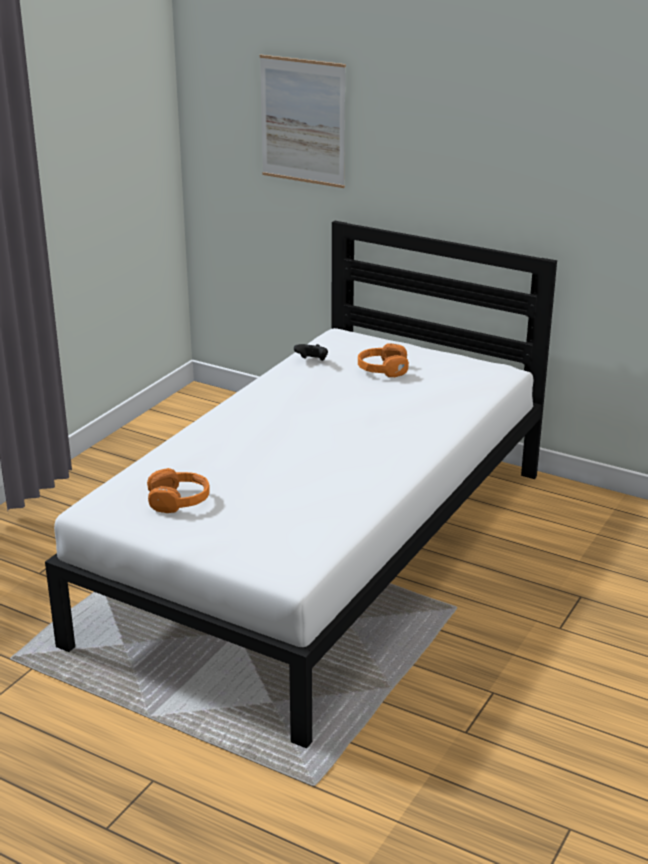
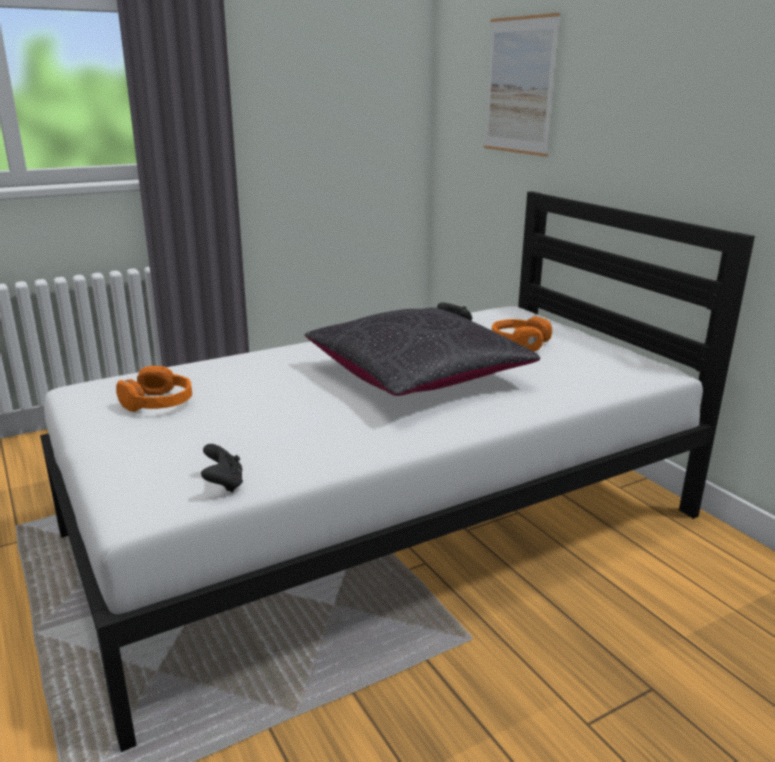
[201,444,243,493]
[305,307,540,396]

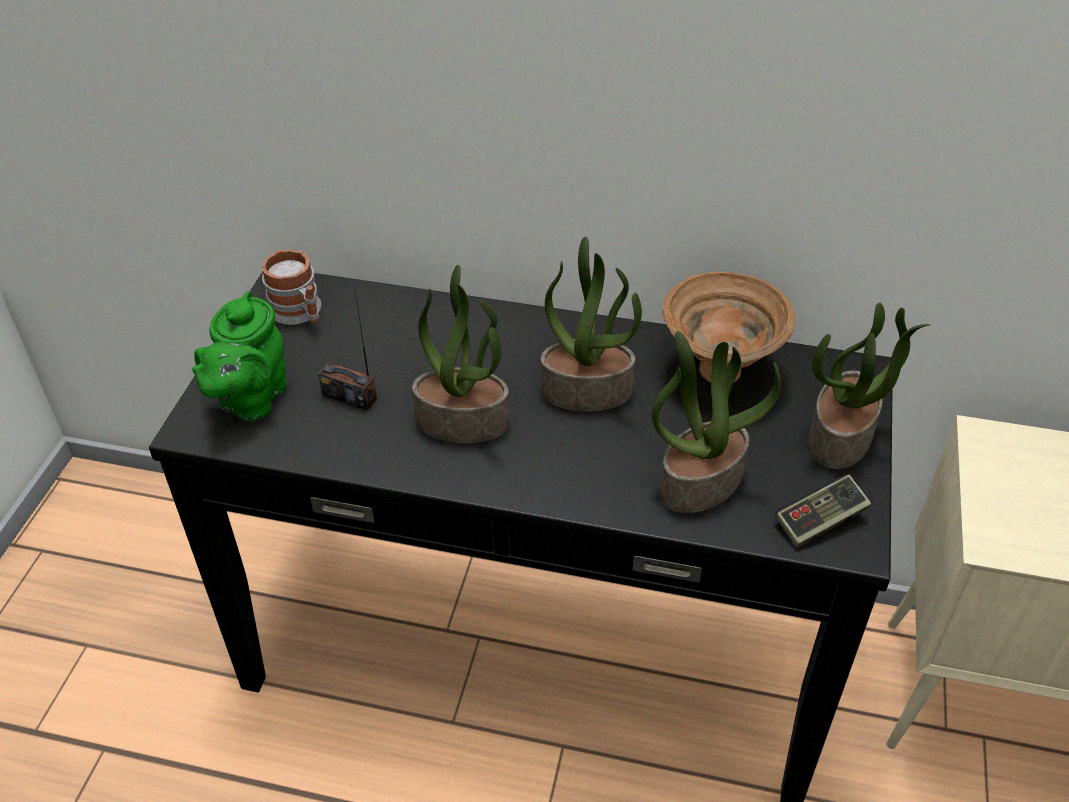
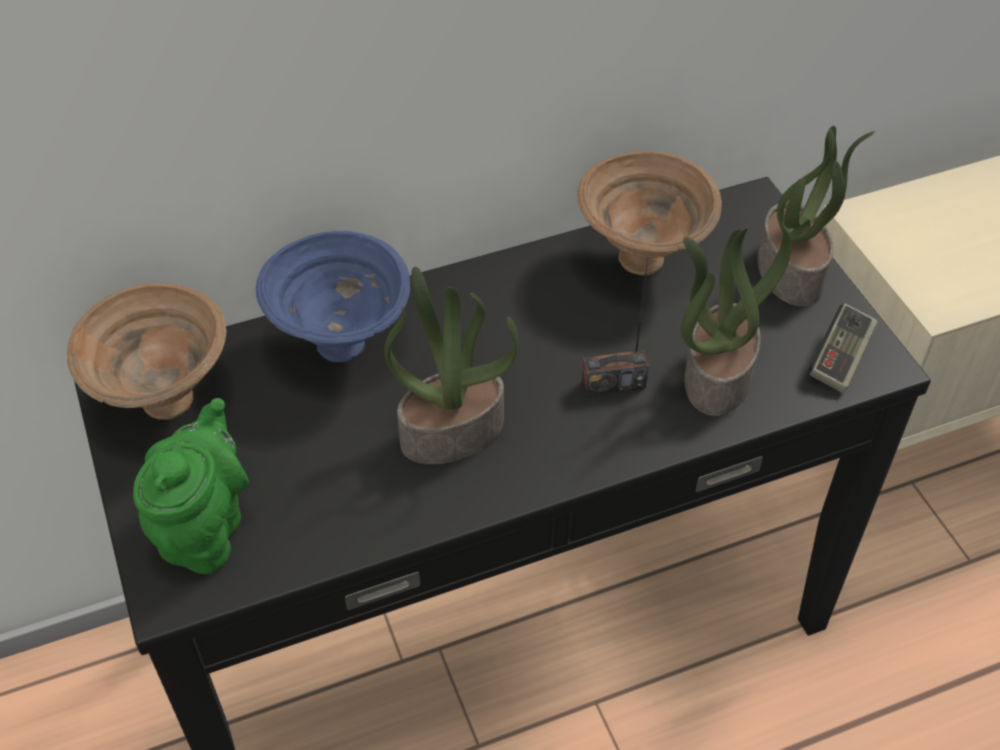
[133,398,249,574]
[67,283,226,420]
[582,259,649,396]
[540,236,642,412] (first image)
[256,231,410,362]

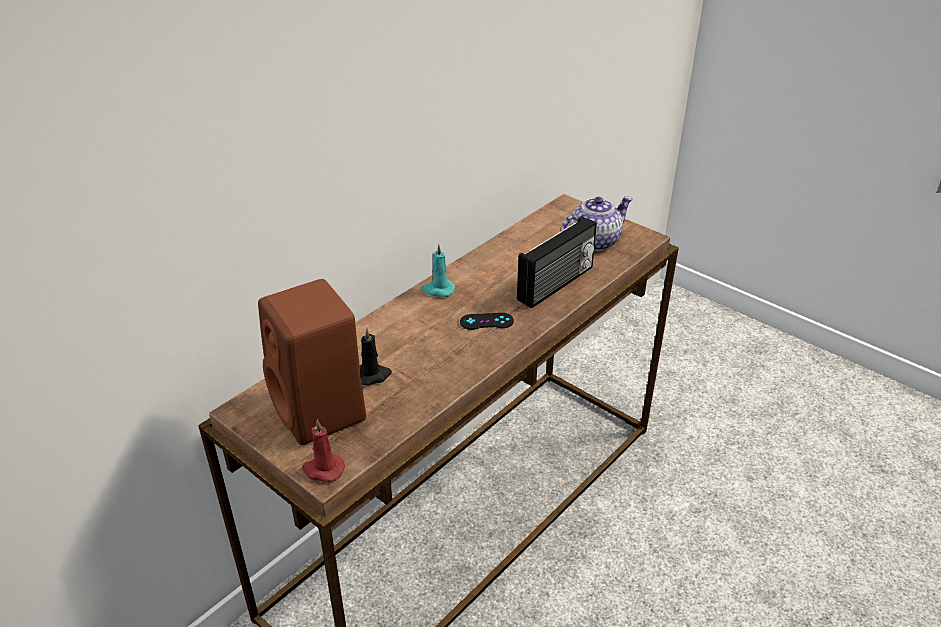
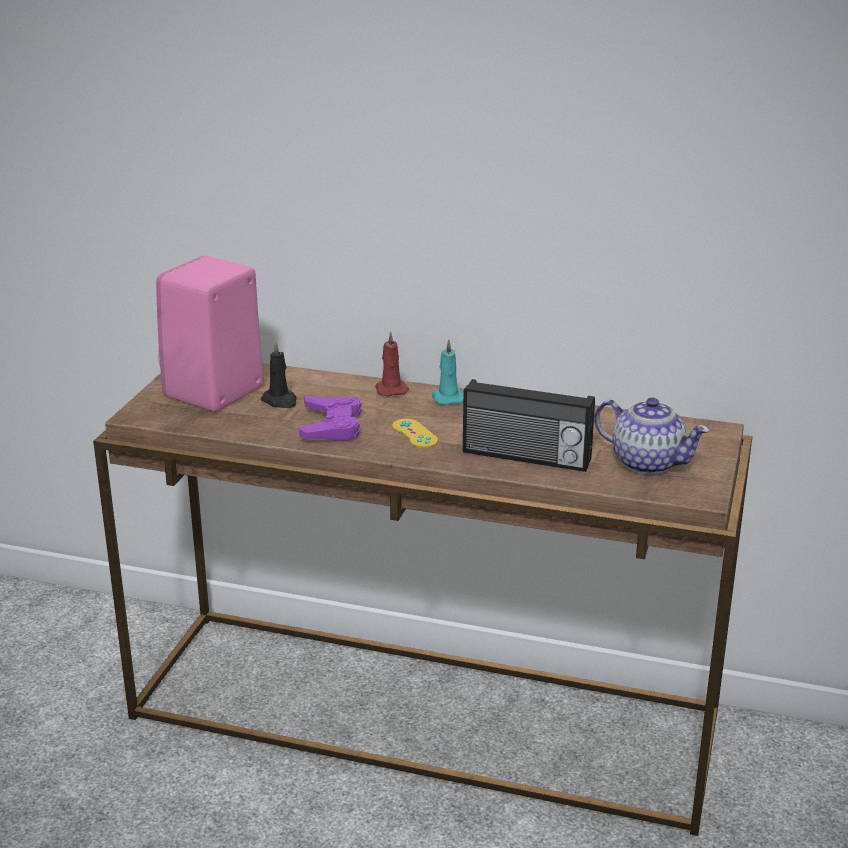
[156,255,264,412]
[375,331,409,397]
[392,419,438,448]
[299,395,361,441]

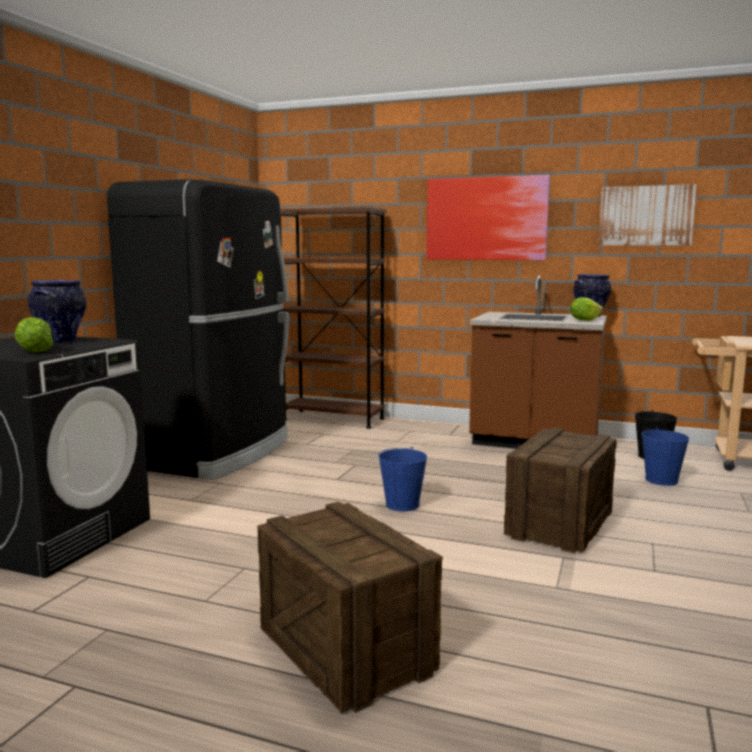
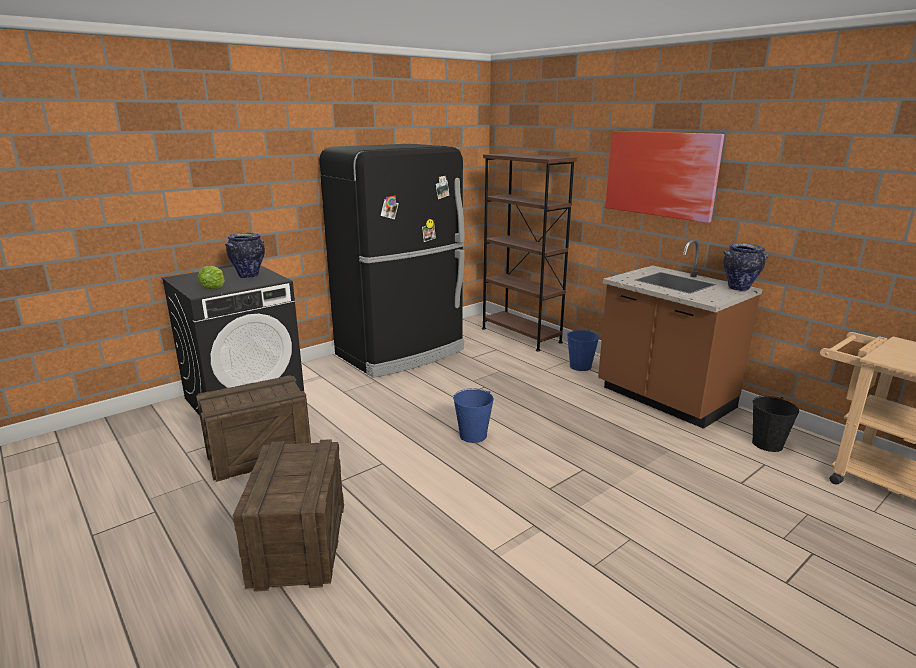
[196,375,311,482]
[570,297,603,321] (first image)
[598,184,697,245] (first image)
[567,330,599,371]

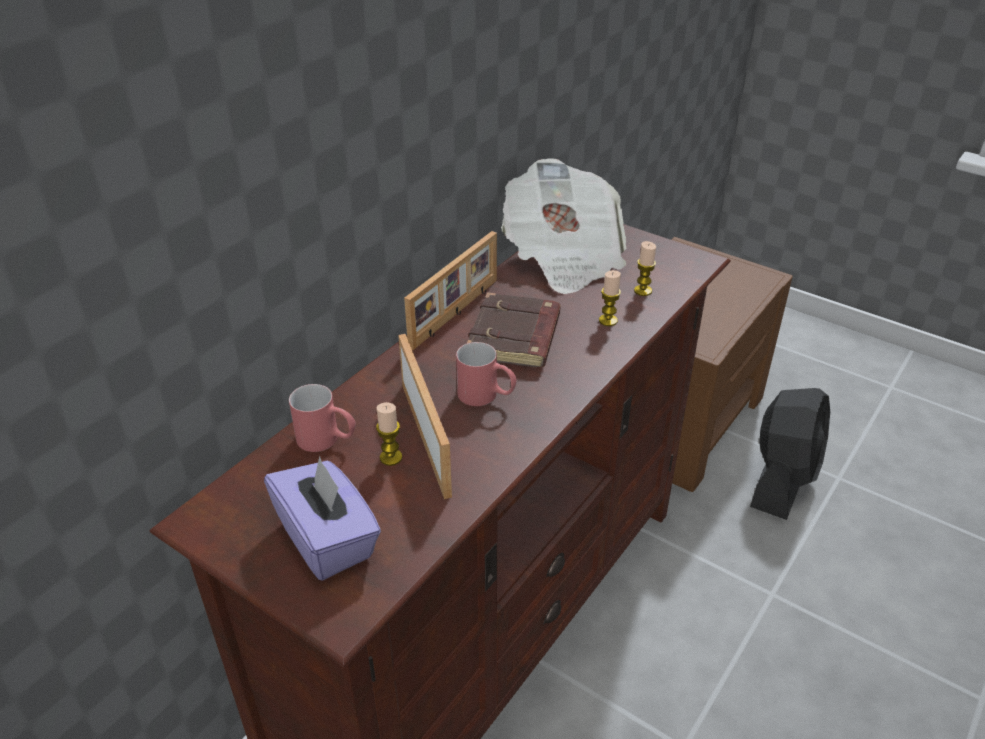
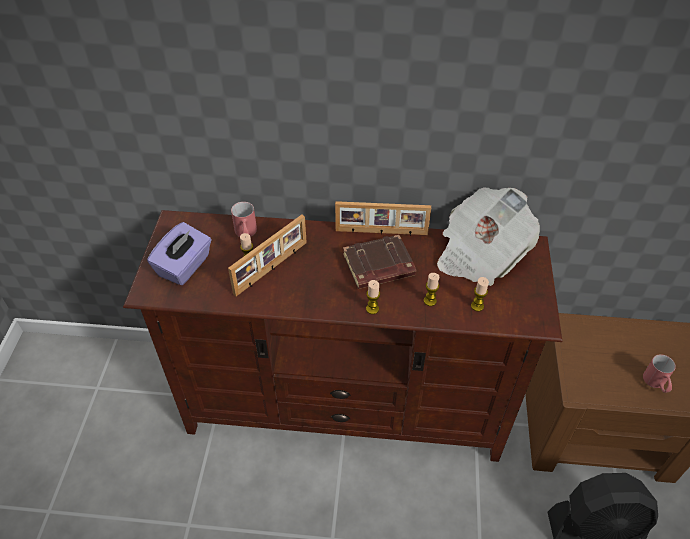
[643,354,676,393]
[366,280,380,314]

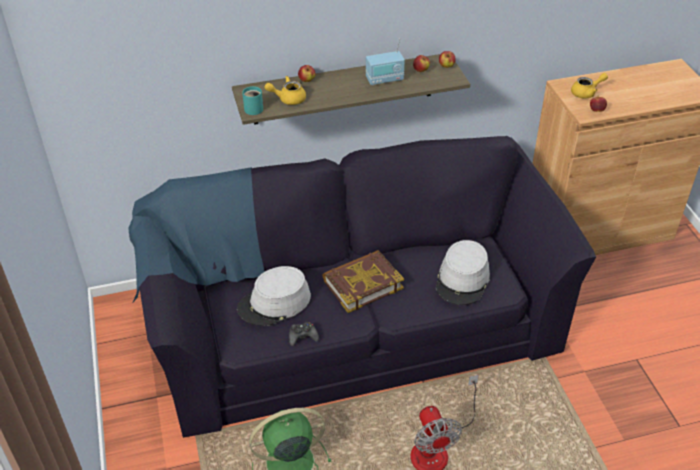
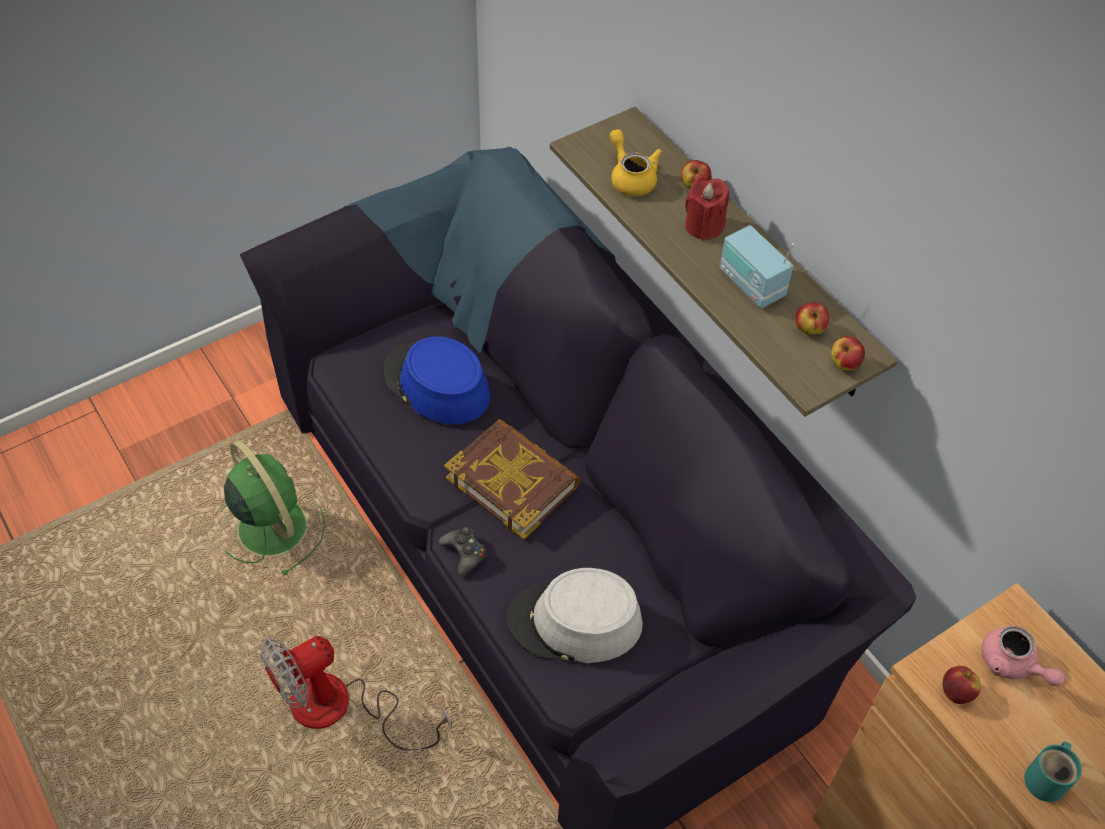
[383,336,490,425]
[1024,741,1082,802]
[439,527,487,576]
[982,626,1065,687]
[685,178,729,241]

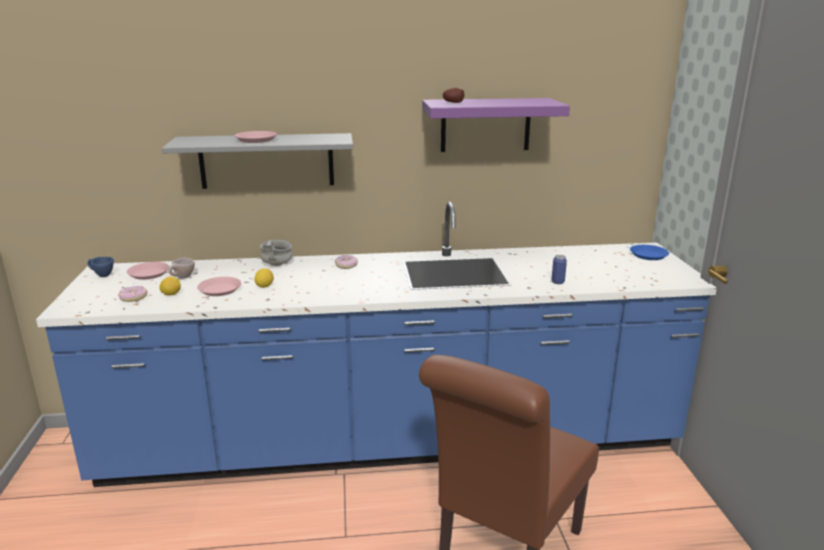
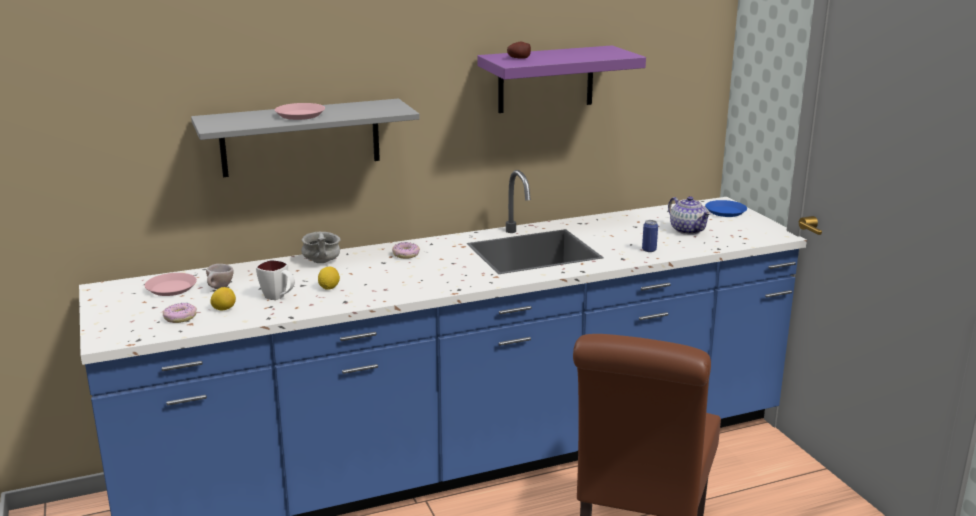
[88,257,114,277] (first image)
[256,260,295,300]
[668,196,711,235]

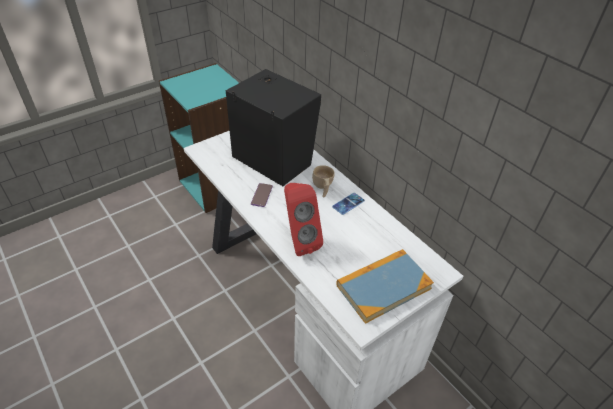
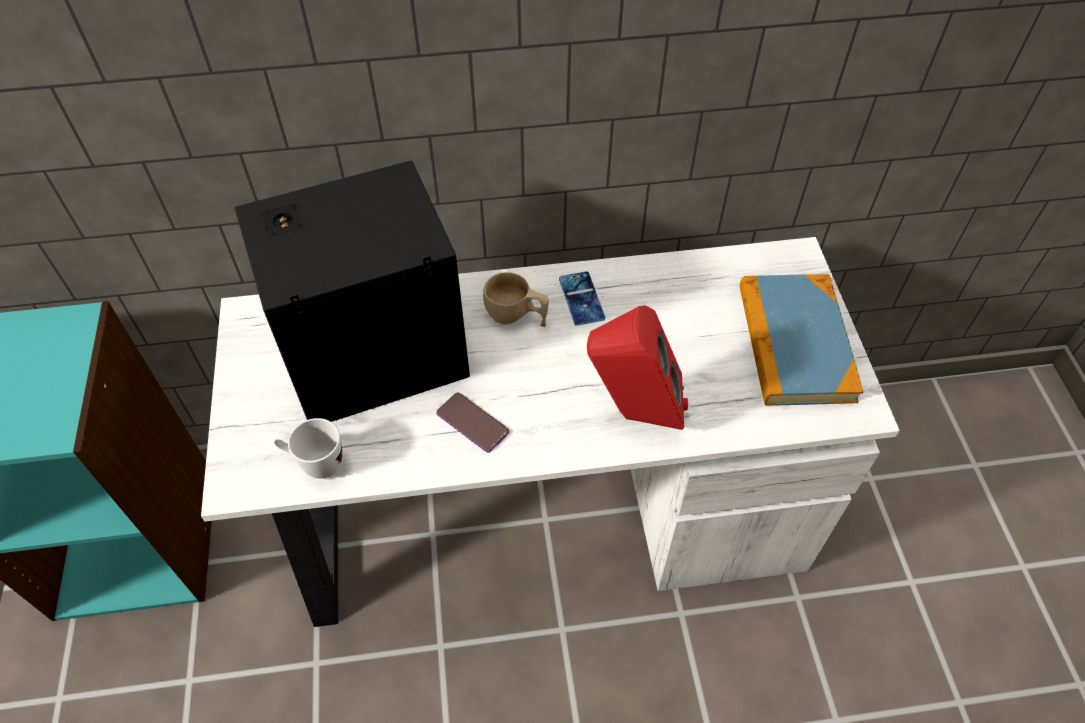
[274,418,343,479]

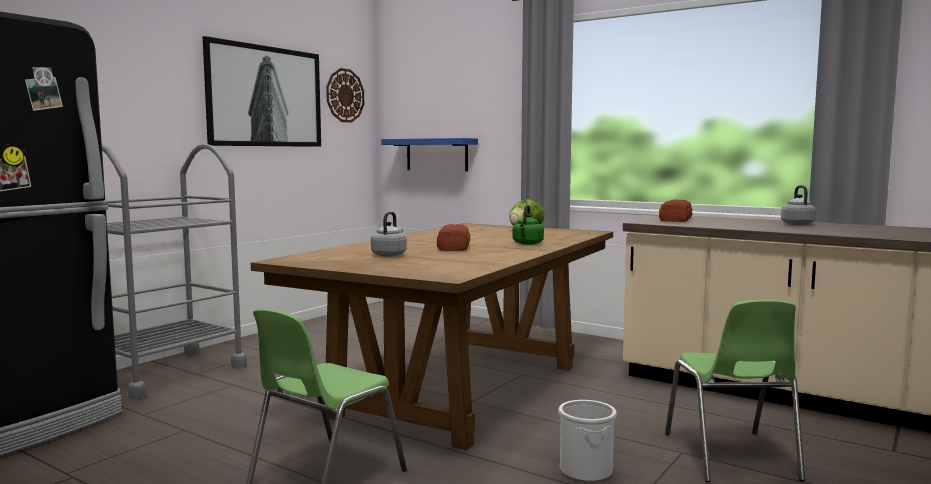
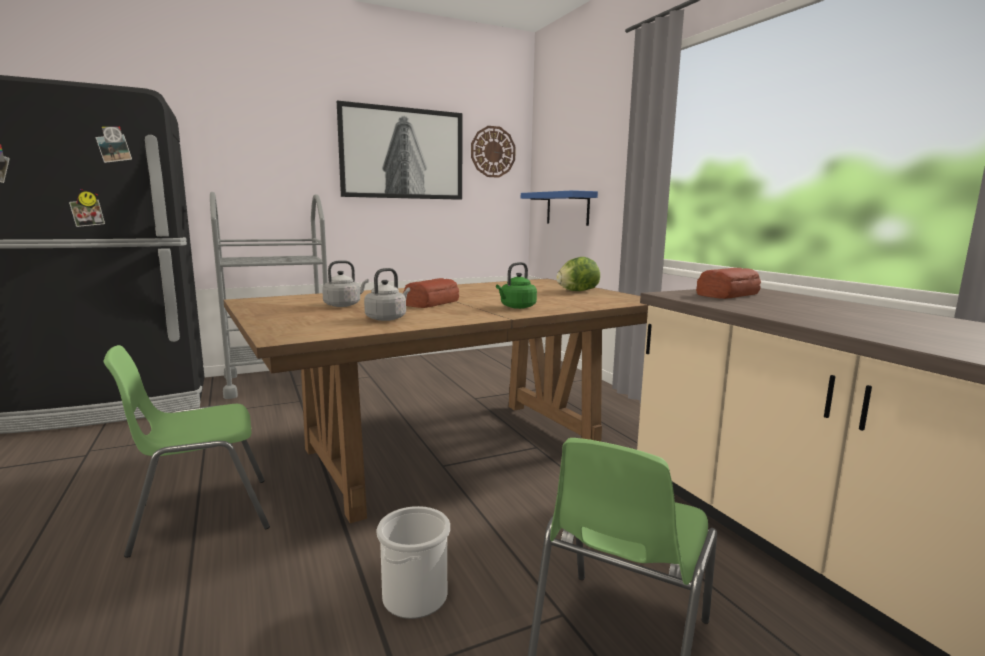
[364,268,410,321]

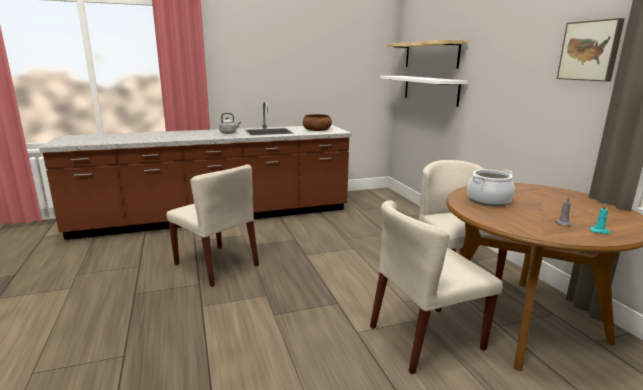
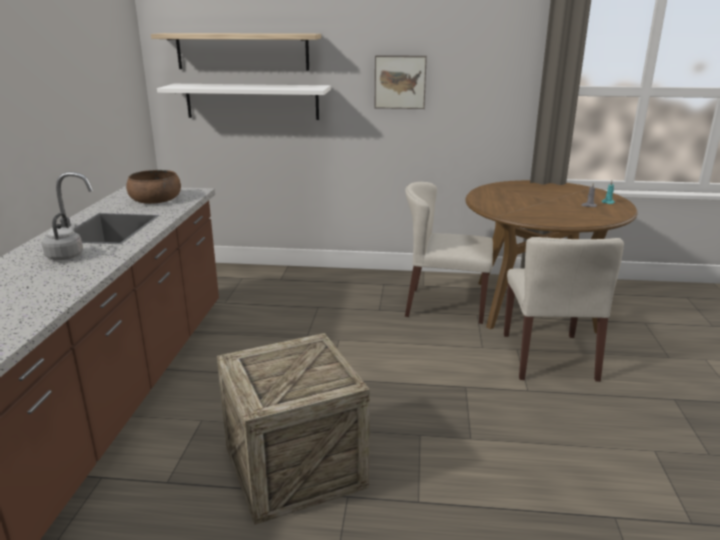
[217,333,370,525]
[467,170,515,206] (first image)
[375,55,427,109]

